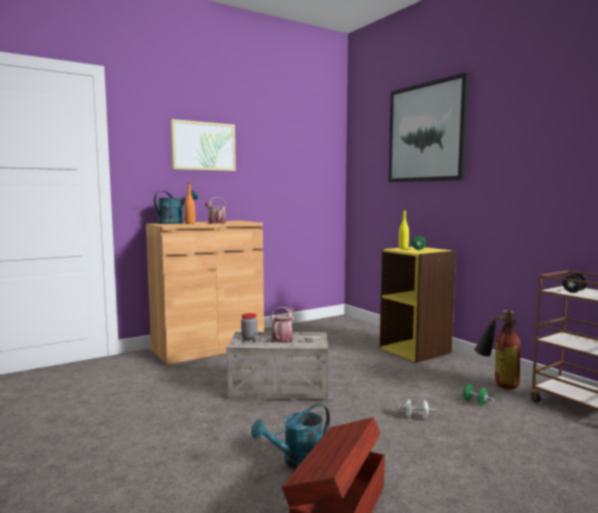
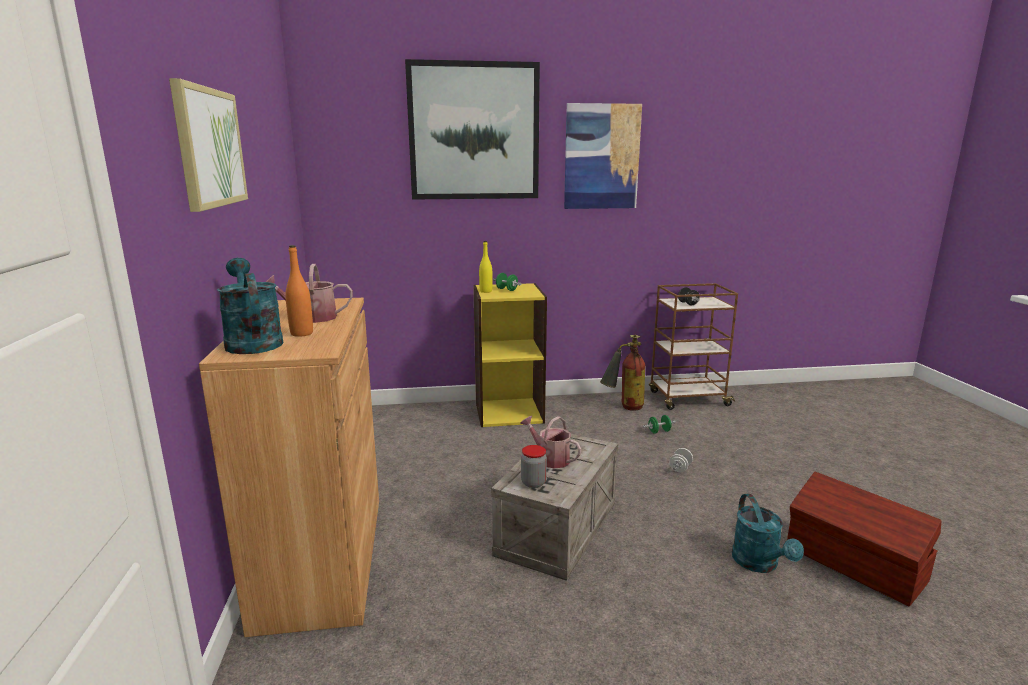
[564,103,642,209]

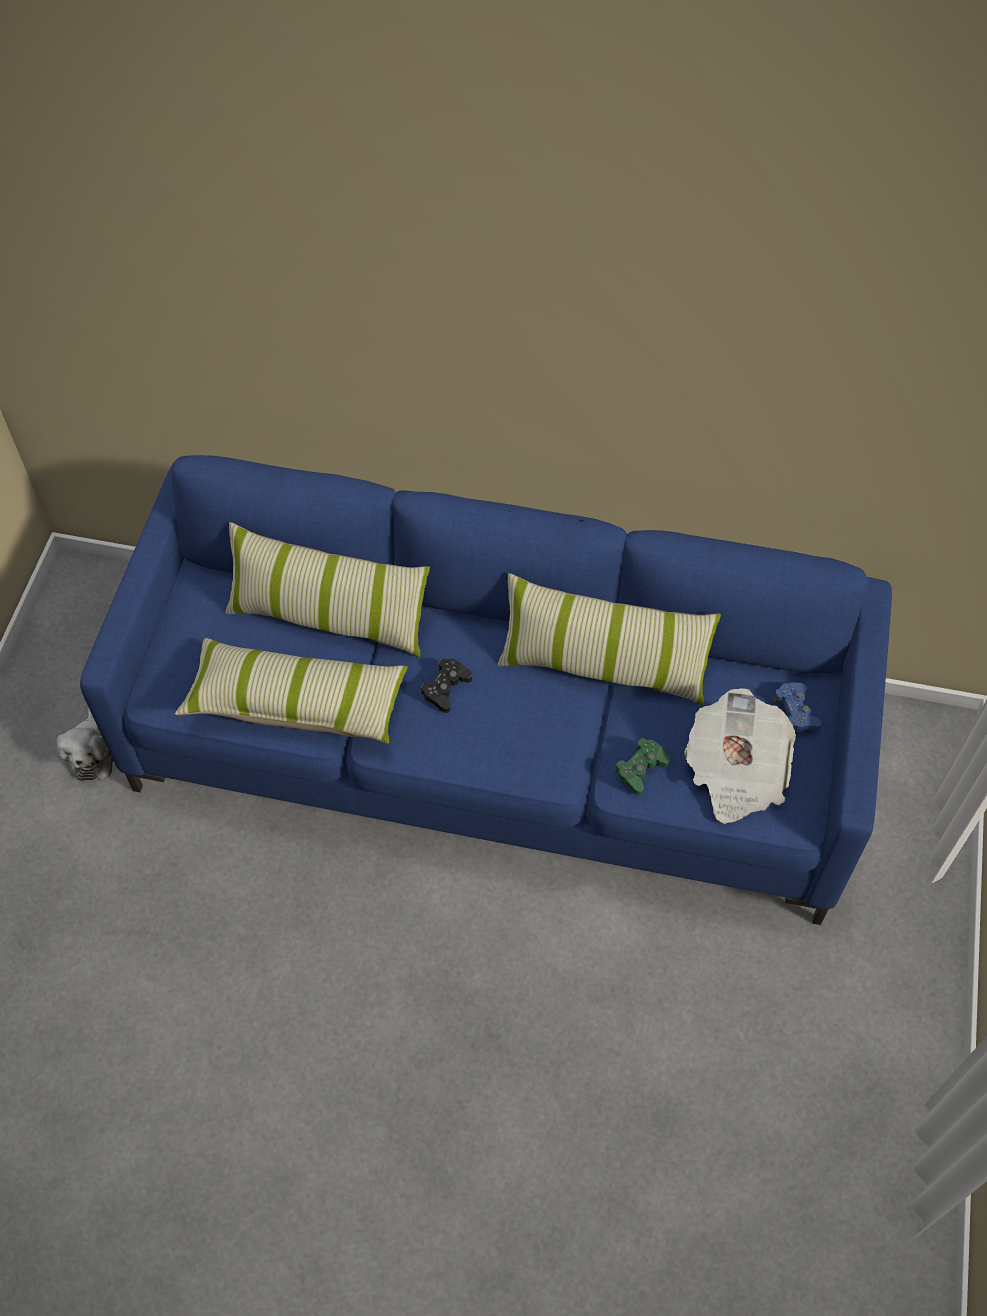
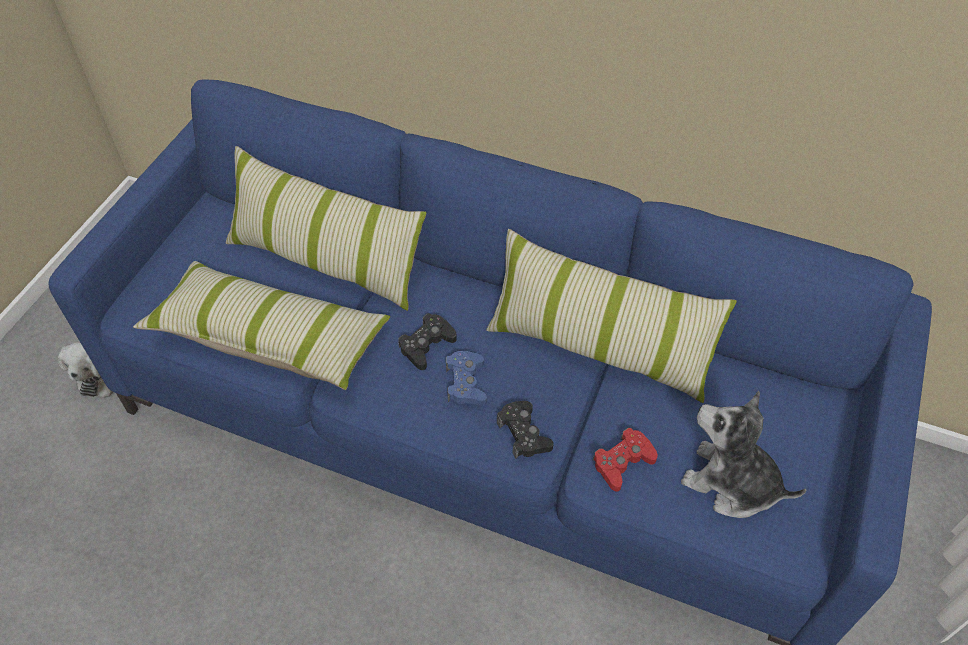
[593,428,658,492]
[681,391,807,518]
[446,351,487,406]
[497,401,554,459]

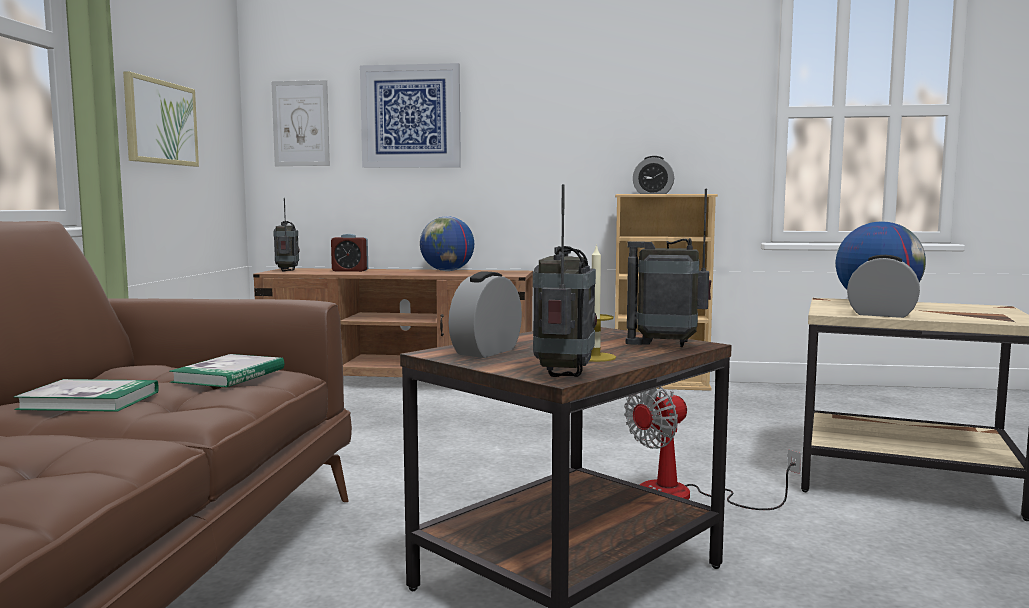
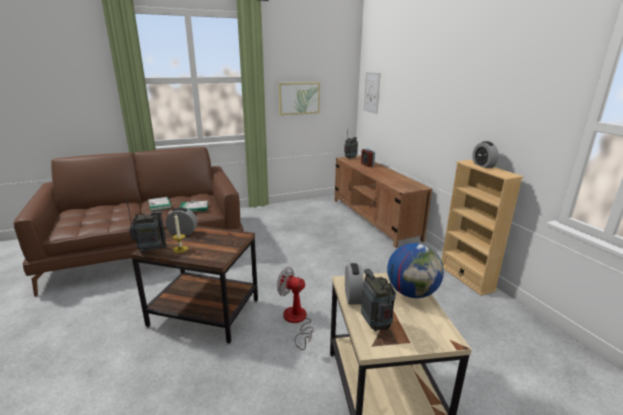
[360,63,461,168] (first image)
[420,216,474,271] (first image)
[361,264,396,331]

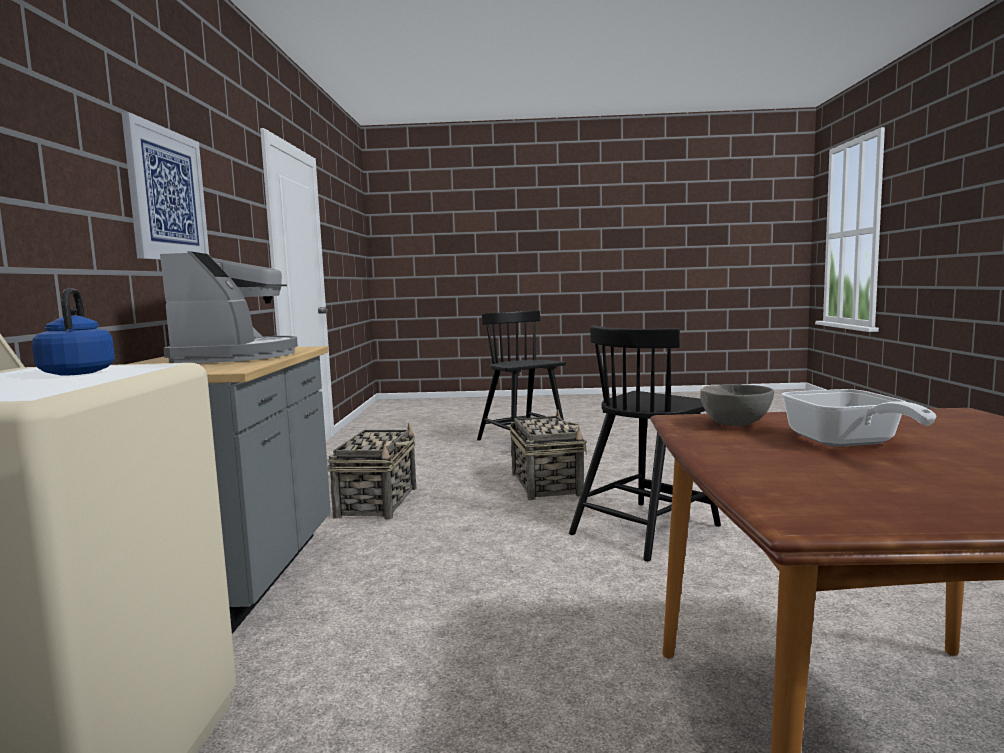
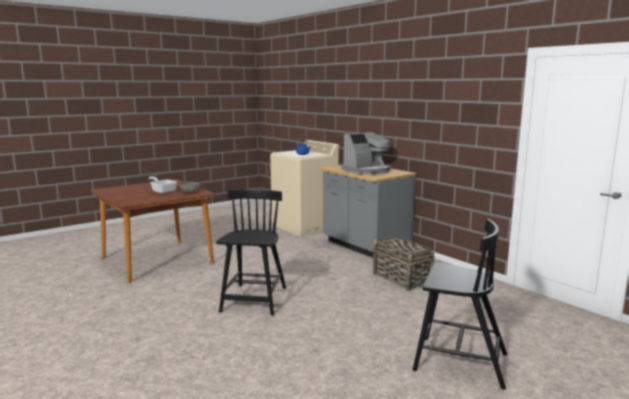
[122,112,209,260] (first image)
[341,132,391,175]
[510,410,587,500] (first image)

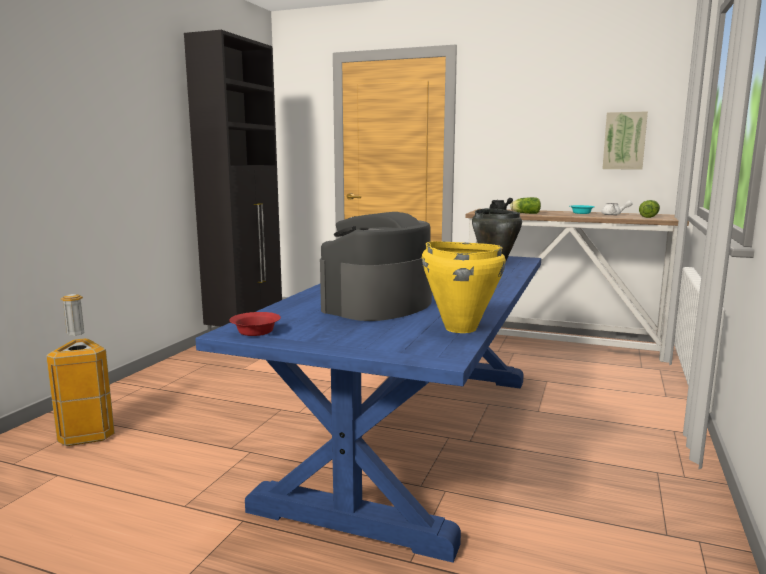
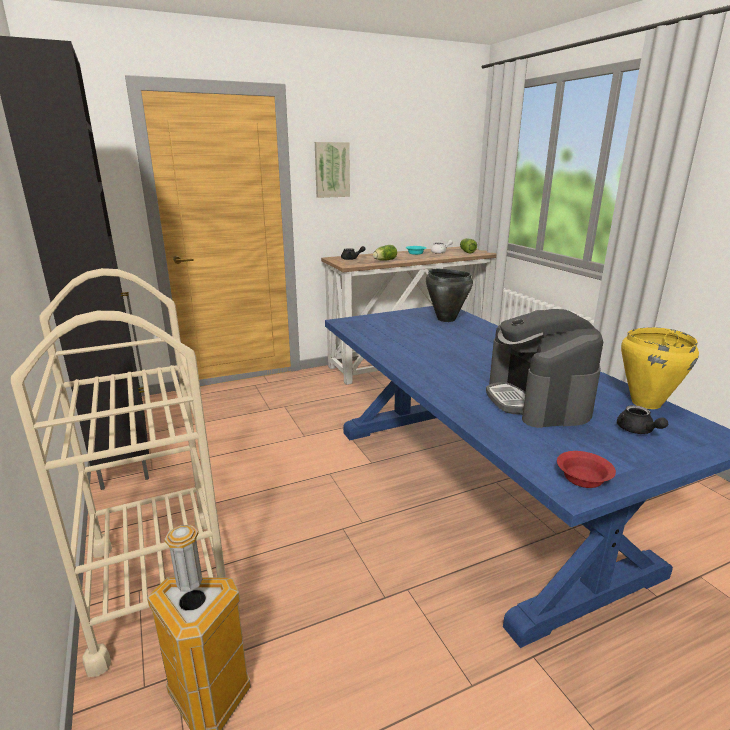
[315,142,350,198]
[11,268,226,677]
[617,405,668,434]

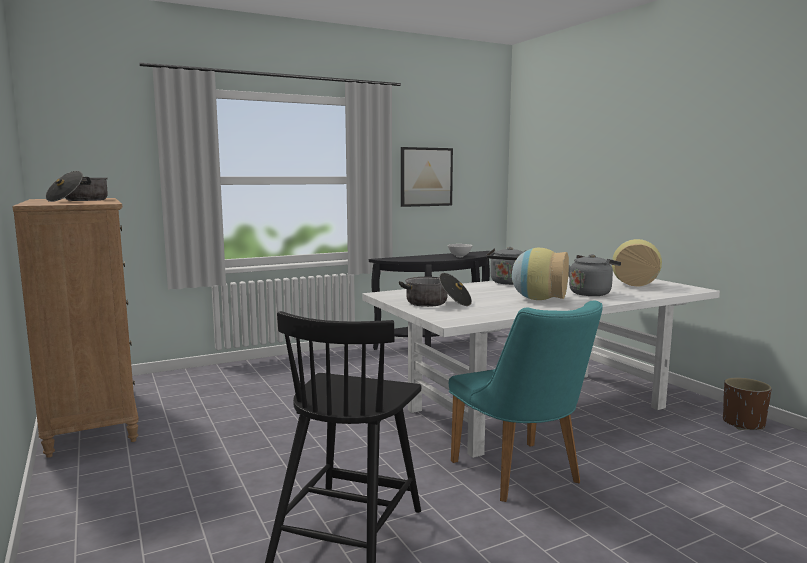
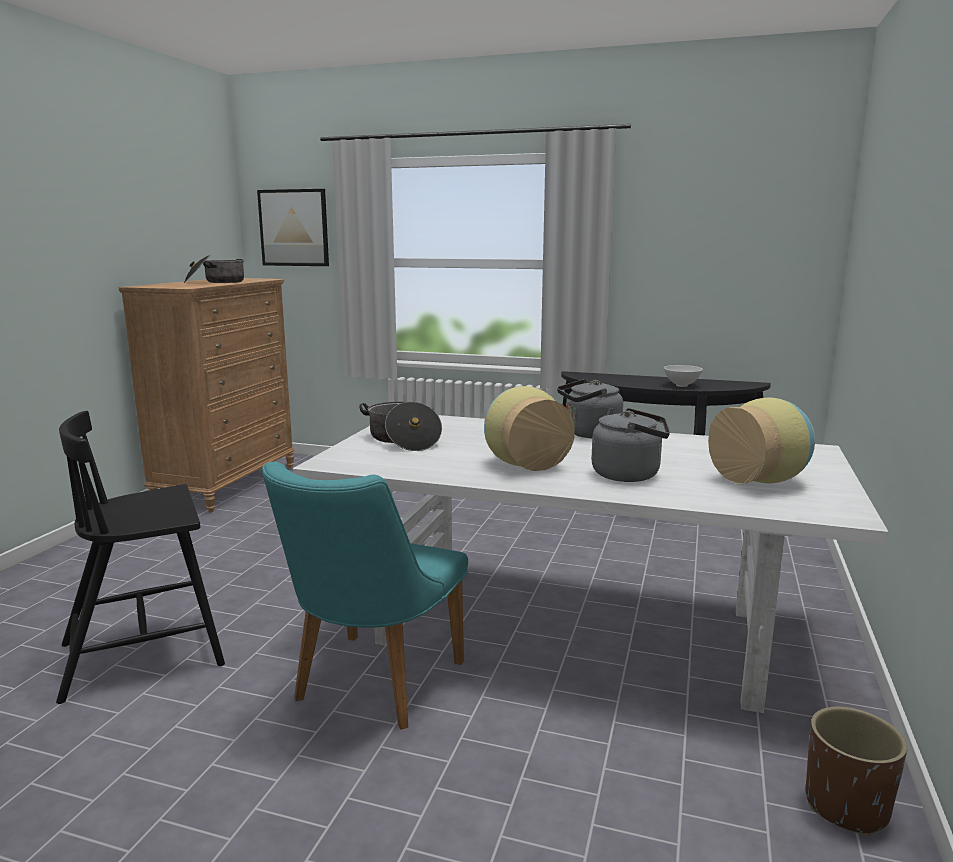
[257,189,329,266]

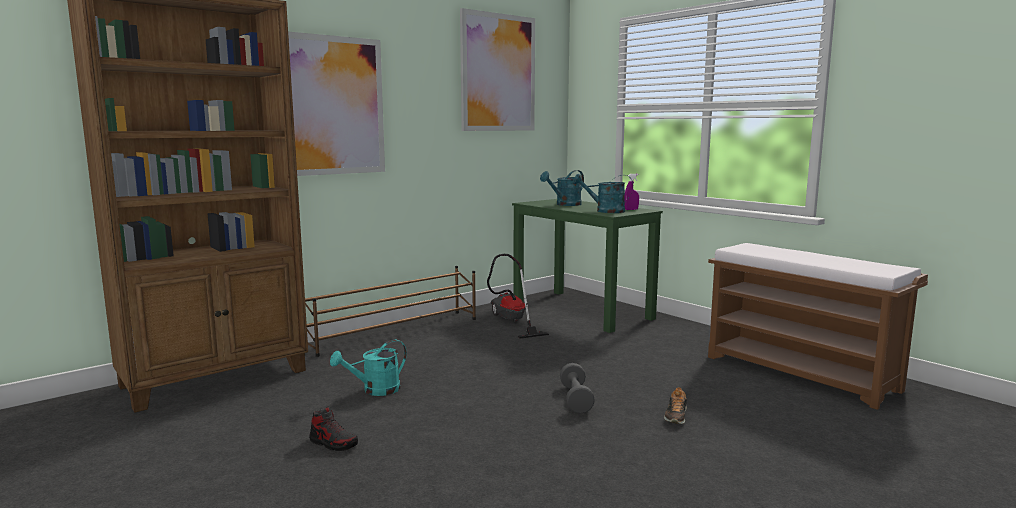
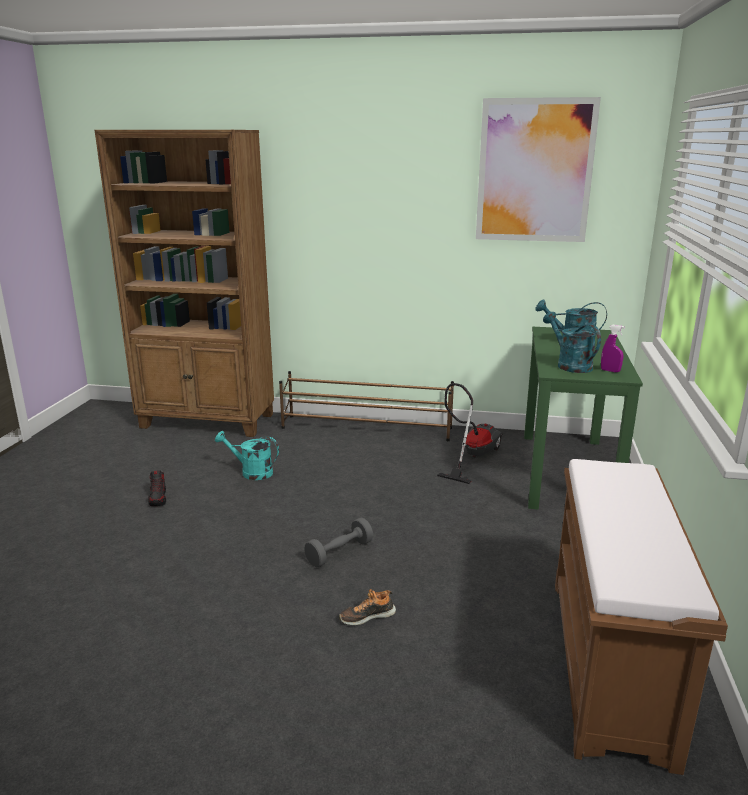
[288,31,385,176] (first image)

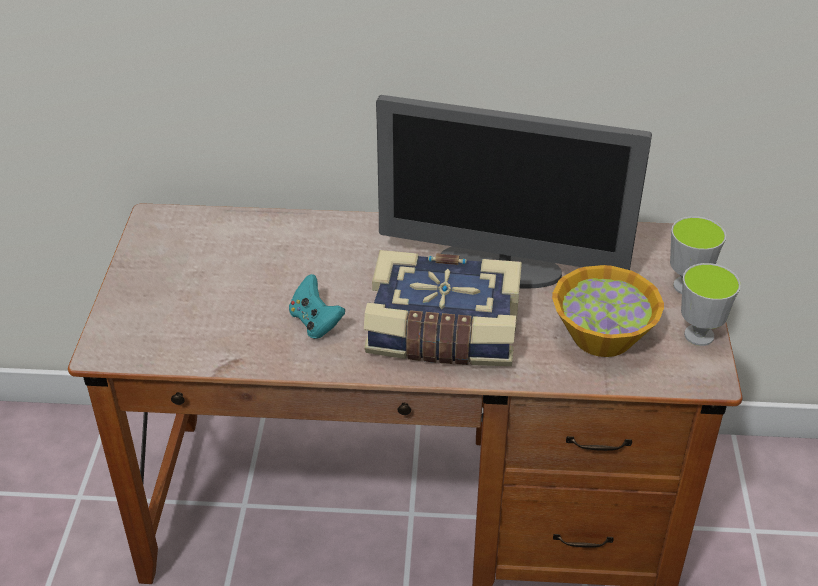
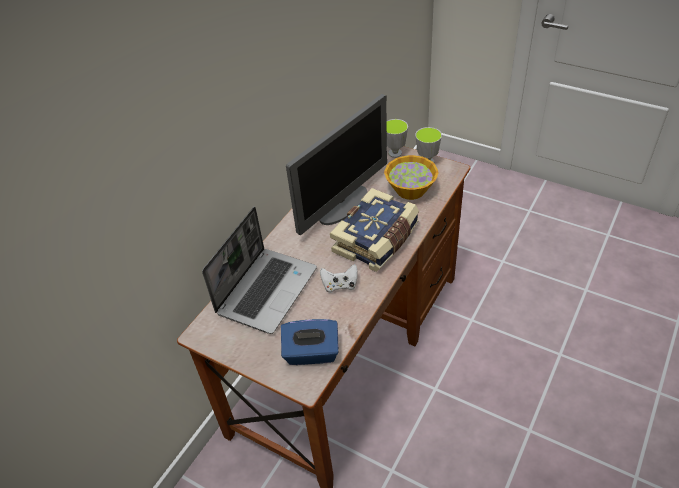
[320,264,358,293]
[202,207,317,334]
[281,319,339,365]

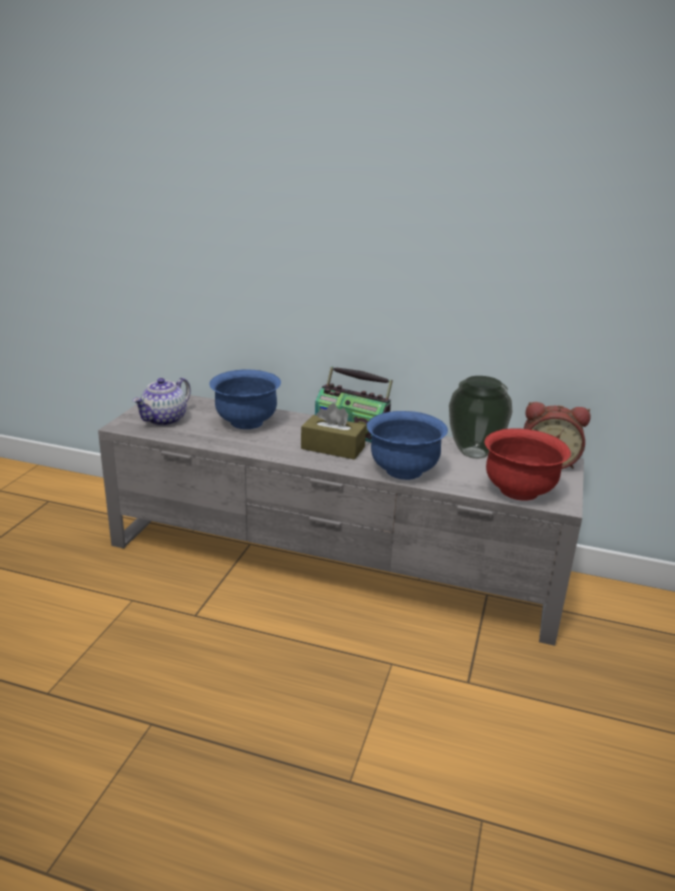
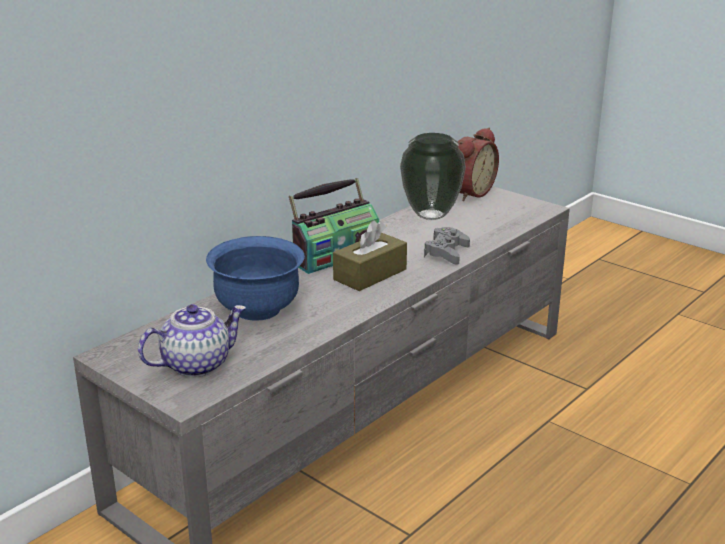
[138,304,246,377]
[424,227,470,265]
[484,428,571,501] (first image)

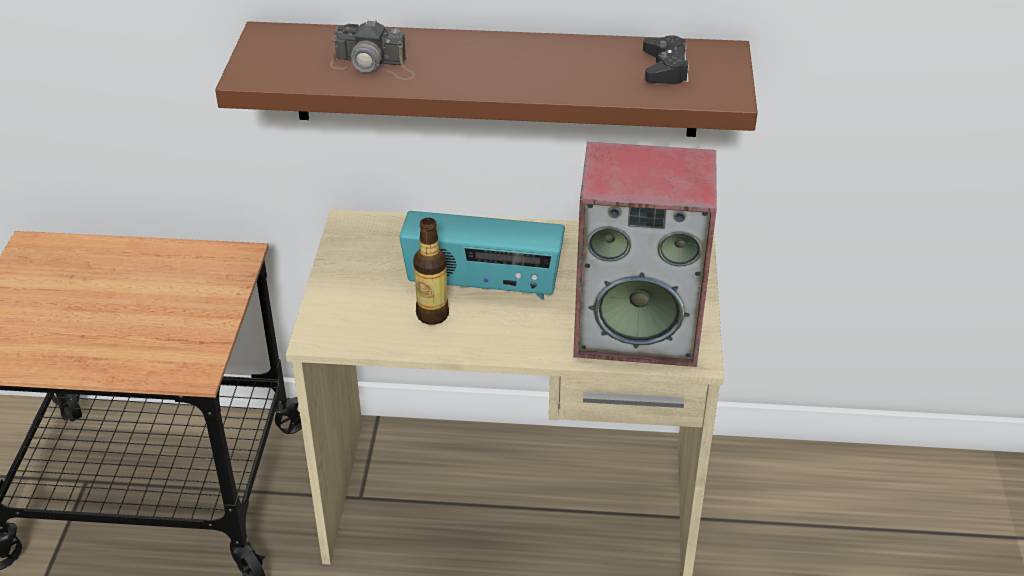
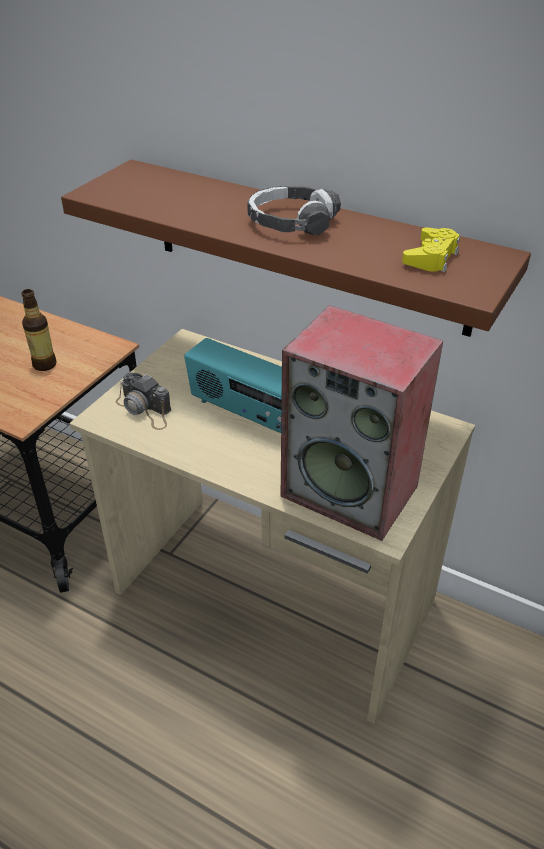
[116,373,171,430]
[21,289,57,371]
[402,227,460,272]
[247,185,341,236]

